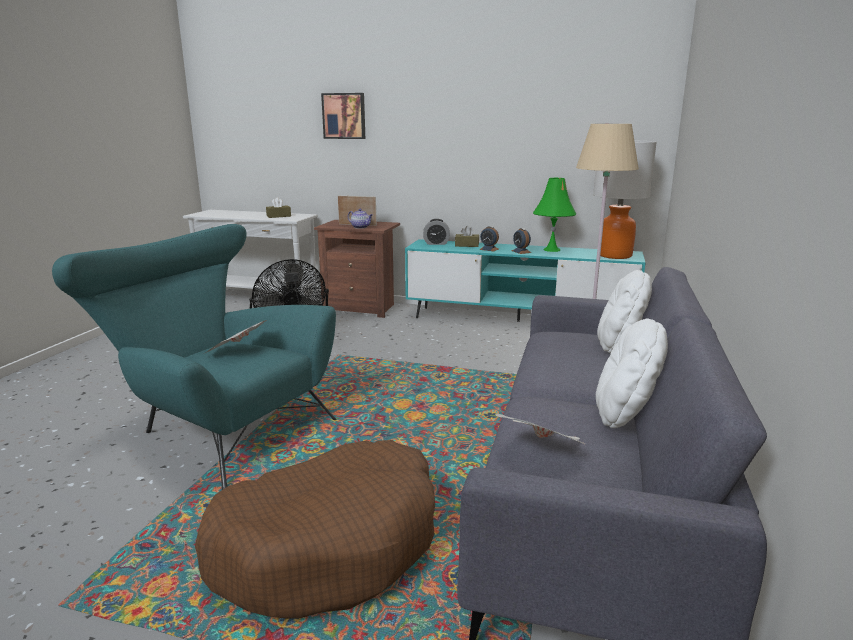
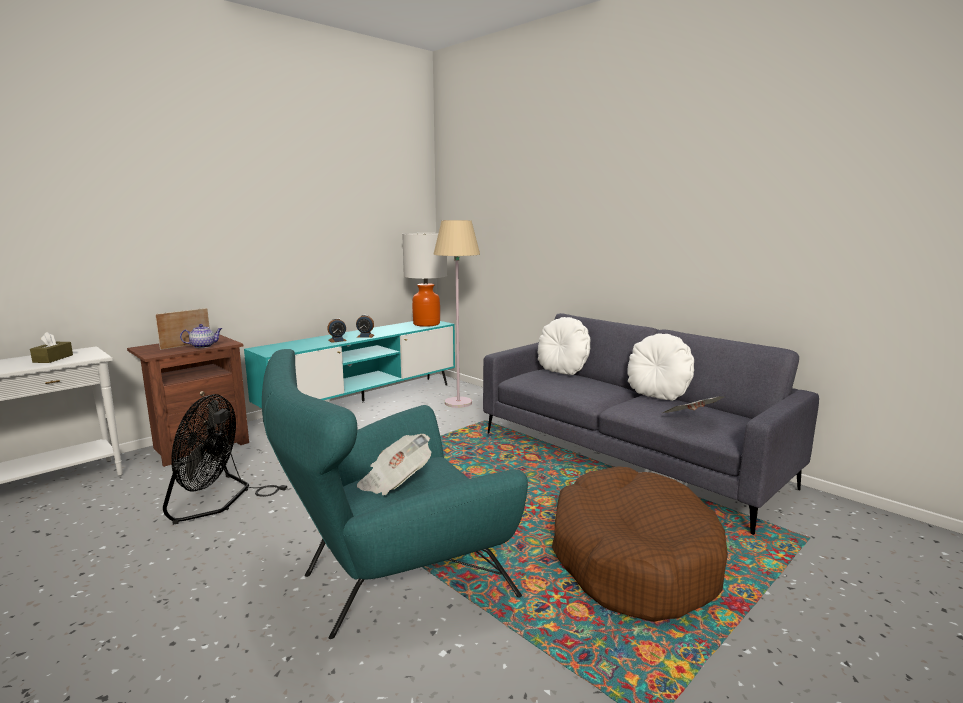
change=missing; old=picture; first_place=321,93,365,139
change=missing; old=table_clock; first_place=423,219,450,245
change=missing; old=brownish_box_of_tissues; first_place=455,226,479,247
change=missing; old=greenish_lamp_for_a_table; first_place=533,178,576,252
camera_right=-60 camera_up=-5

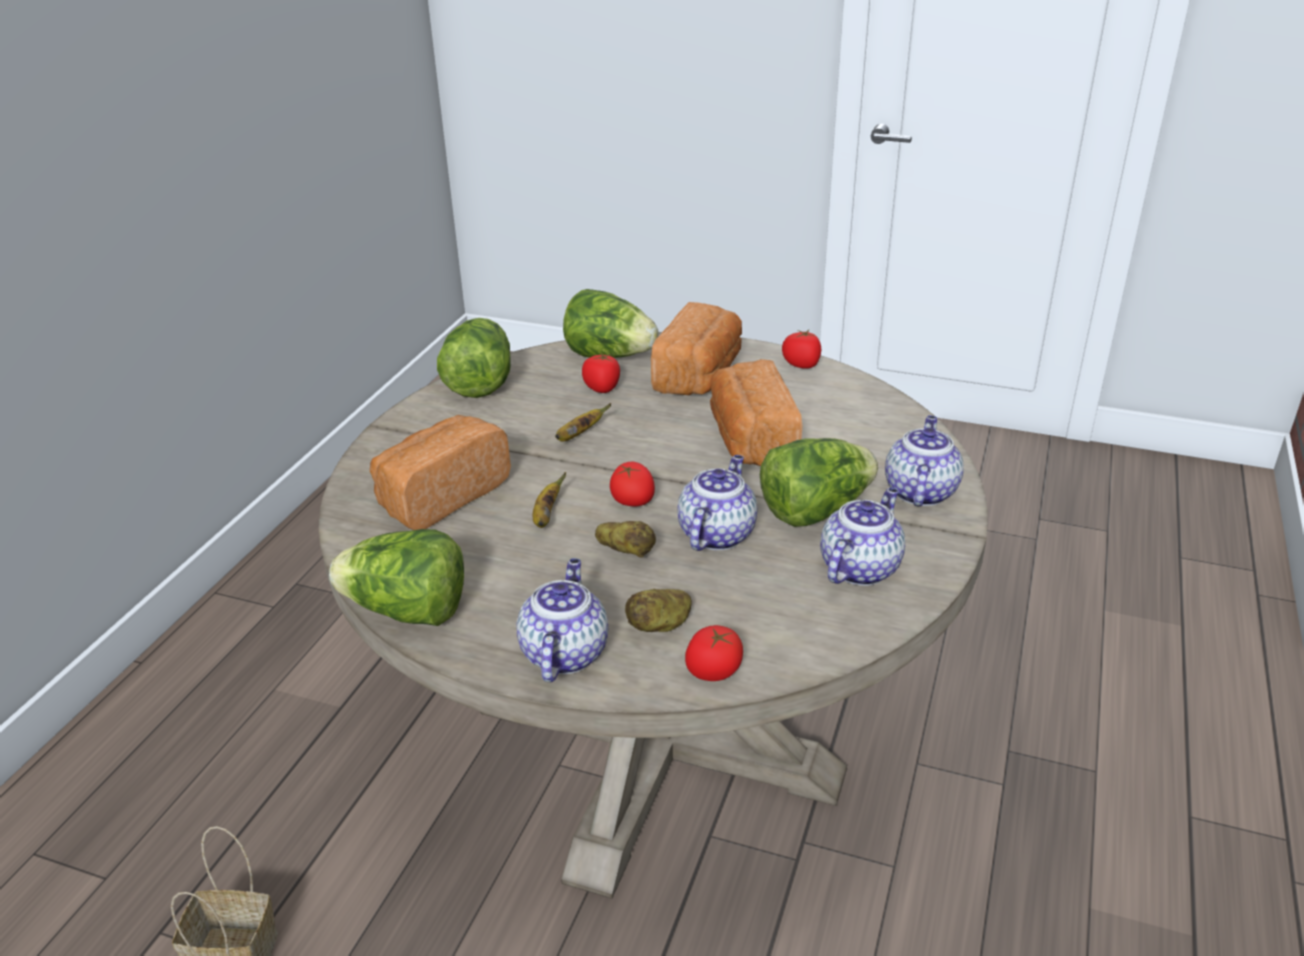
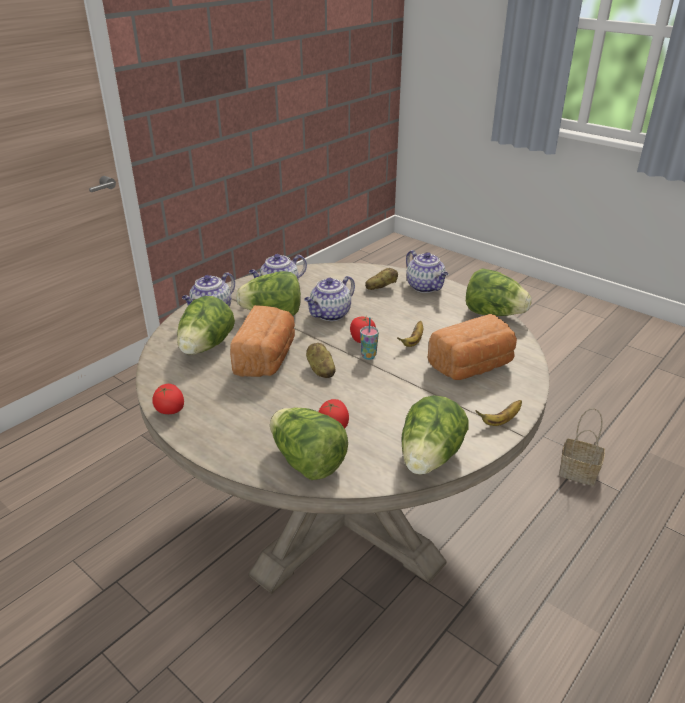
change=missing; old=baked_bread; first_place=651,302,742,395
change=missing; old=whole_tomato; first_place=685,625,743,681
change=appeared; new=lettuce; second_place=177,296,235,355
change=appeared; new=cup; second_place=360,317,379,360
change=relocated; old=whole_banana; first_place=555,403,612,441; second_place=475,400,522,426
change=relocated; old=whole_potato; first_place=595,521,656,558; second_place=306,343,336,378
change=spun; old=teapot; first_place=516,558,608,682; second_place=406,250,448,293; degrees=-60
camera_right=-160 camera_up=0

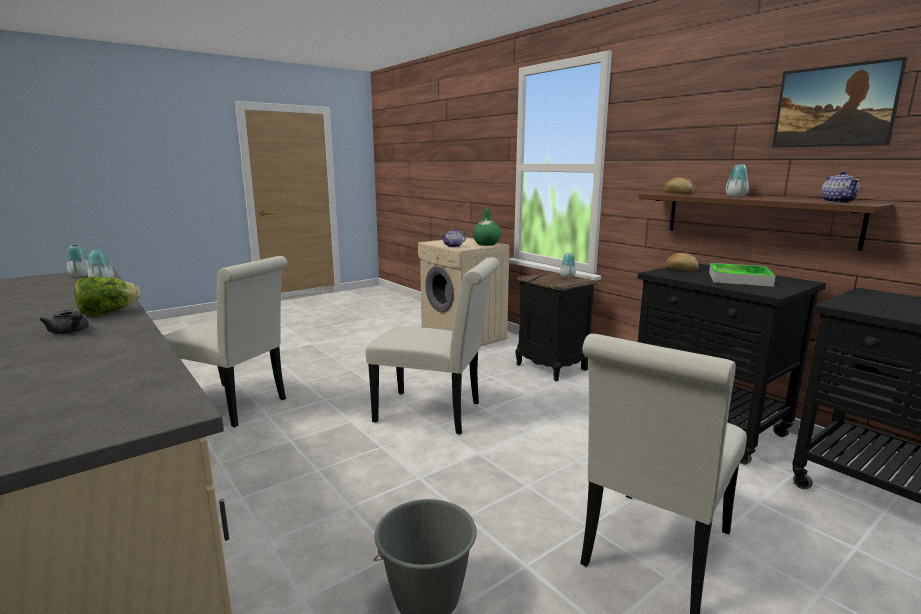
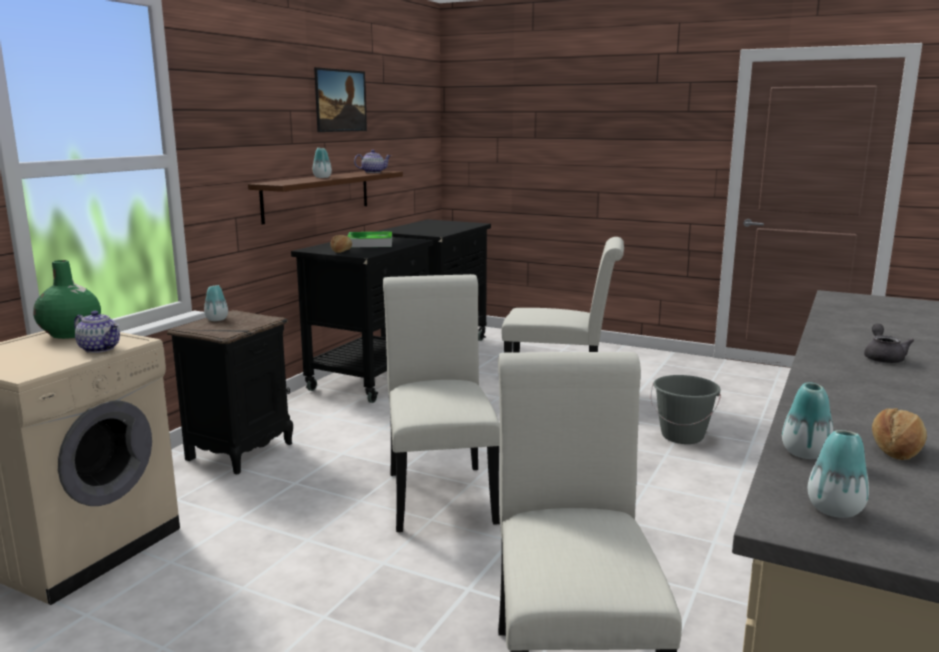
change=missing; old=lettuce; first_place=74,276,140,316
change=relocated; old=baked_bread; first_place=663,178,693,195; second_place=872,408,927,460
camera_right=-115 camera_up=0

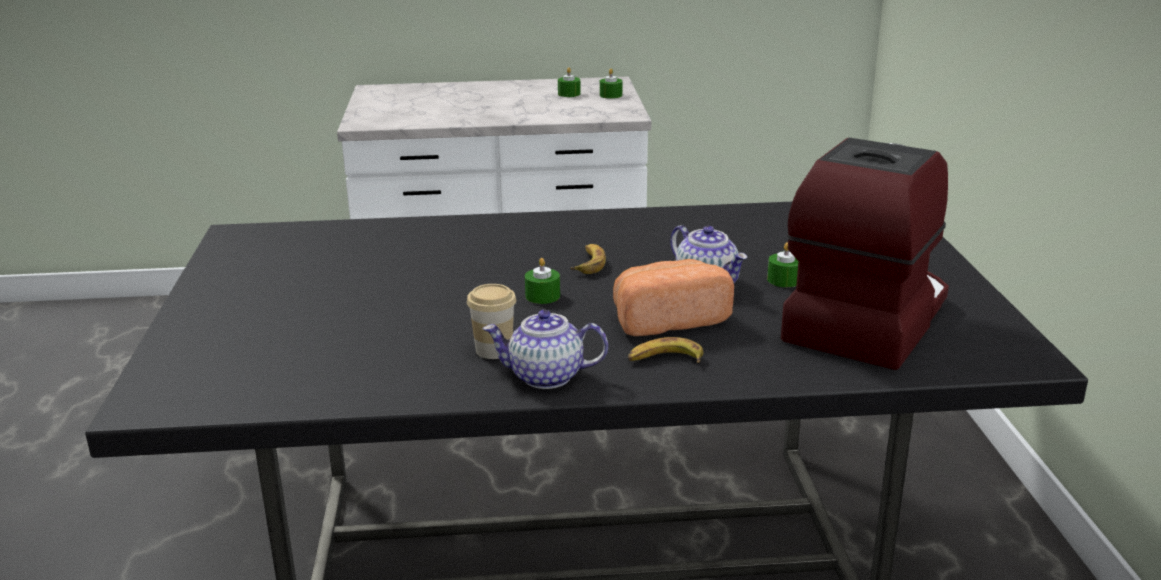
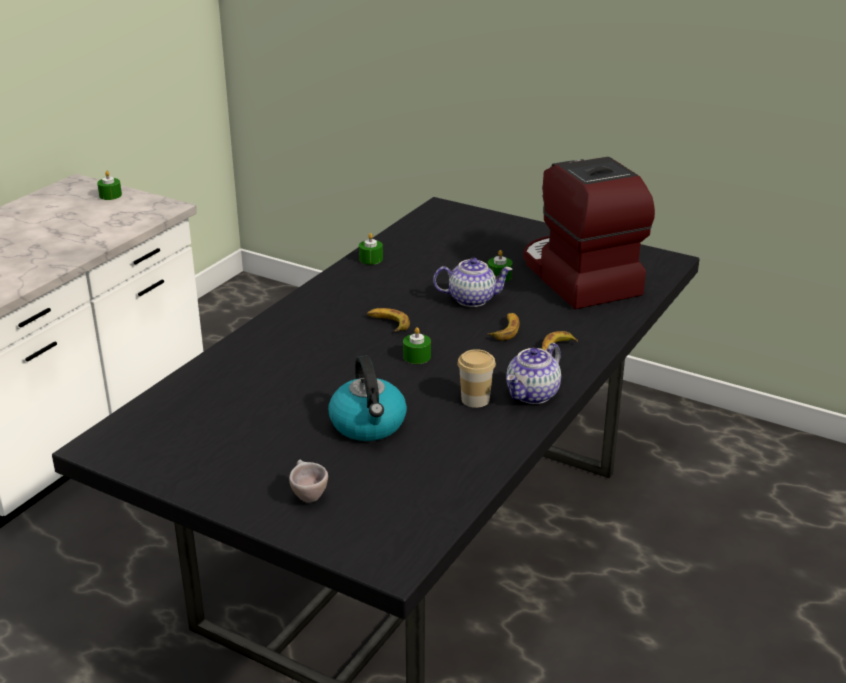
change=appeared; new=beige_cup; second_place=289,460,328,503
change=appeared; new=kettle; second_place=328,355,407,441
change=relocated; old=greenish_wax_candle; first_place=558,67,581,97; second_place=359,233,383,265
change=exchanged; old=baked_bread; new=whole_banana; first_place=613,259,734,336; second_place=488,313,520,341
camera_right=-55 camera_up=5

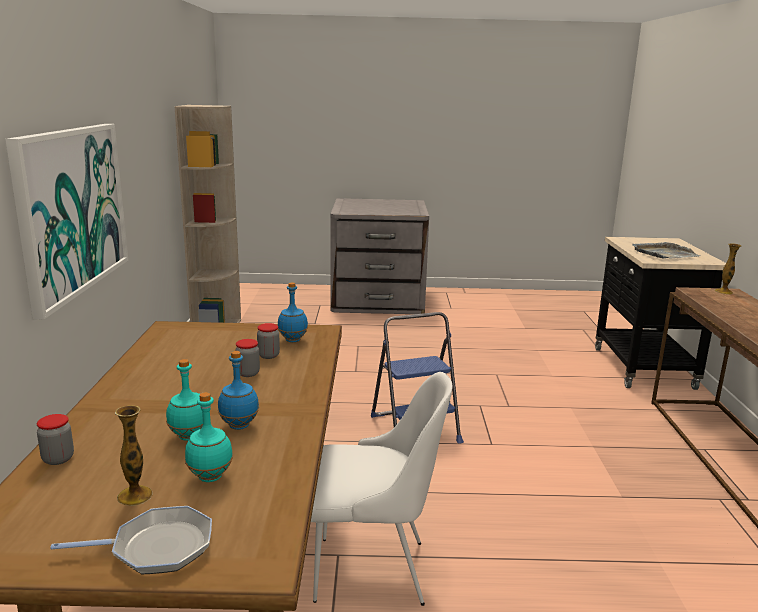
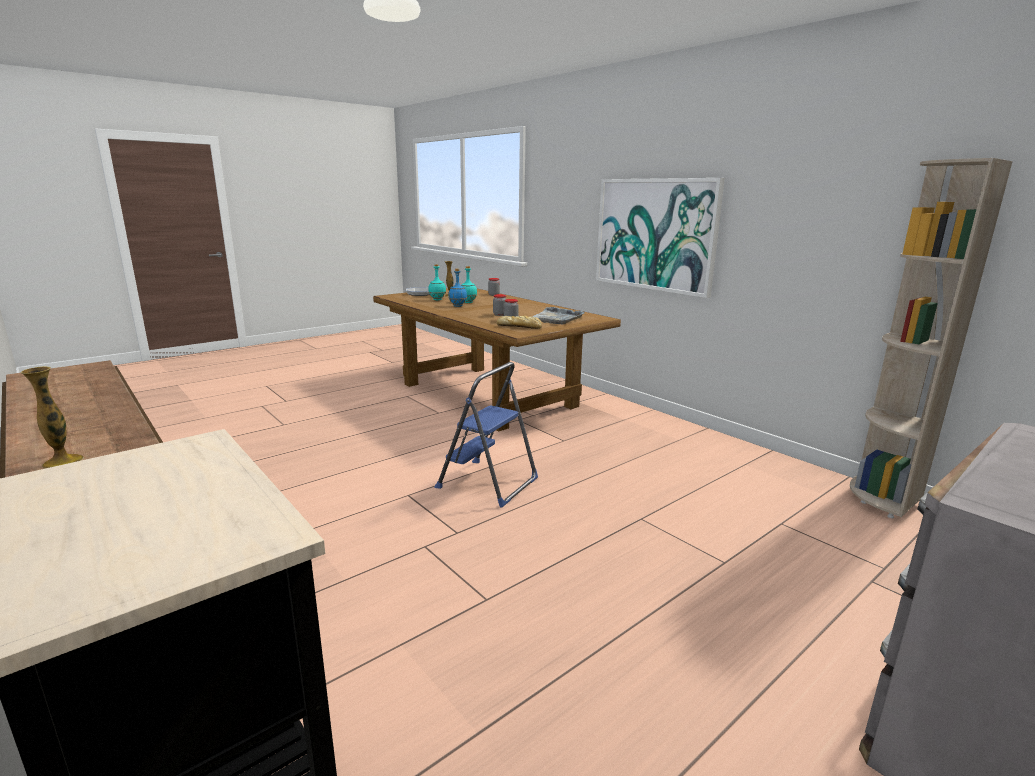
change=missing; old=white-coloured_upright_chair; first_place=311,372,452,606
change=relocated; old=greyish_serving_tray; first_place=632,242,700,259; second_place=532,307,585,324
change=exchanged; old=blue_bottle; new=baked_bread; first_place=278,282,308,342; second_place=497,316,542,329
camera_right=140 camera_up=0

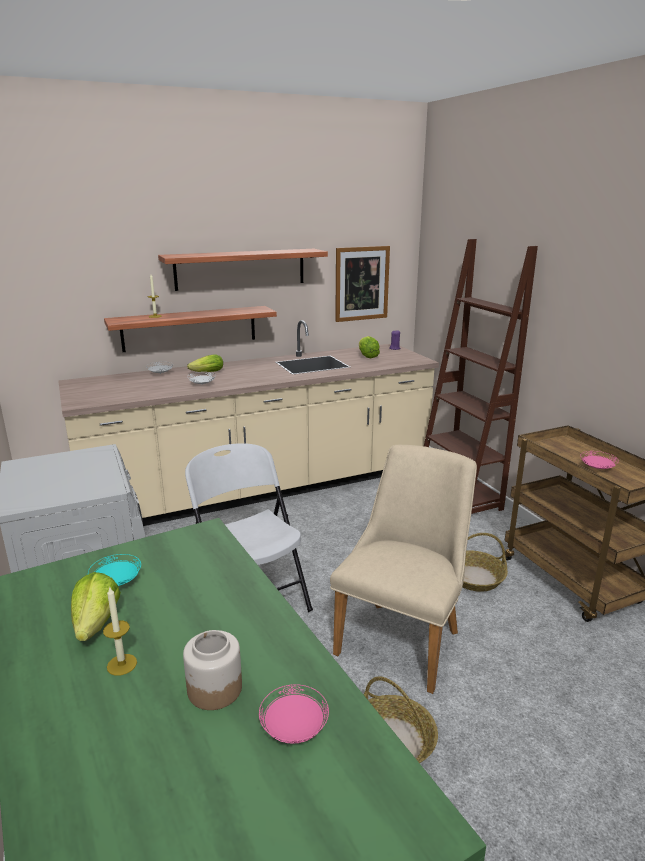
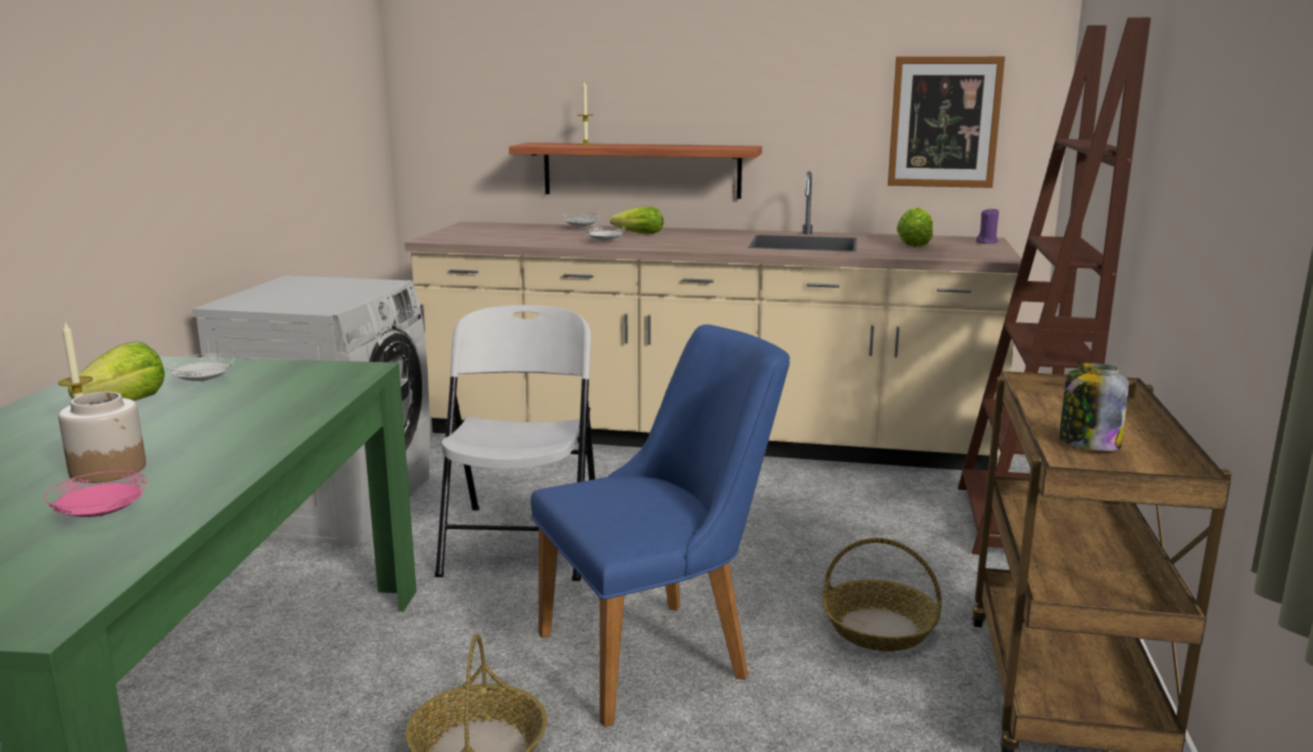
change=missing; old=wall_shelf; first_place=158,249,328,291
change=exchanged; old=pinkish_plate; new=preserve_jar; first_place=580,451,619,469; second_place=1059,363,1129,451
change=colour; old=blue-green_plate; new=white-coloured_plate; first_place=88,554,141,586; second_place=165,353,235,383
change=colour; old=beige_upright_chair; new=blue_upright_chair; first_place=330,445,477,694; second_place=531,324,790,727
camera_right=35 camera_up=-5

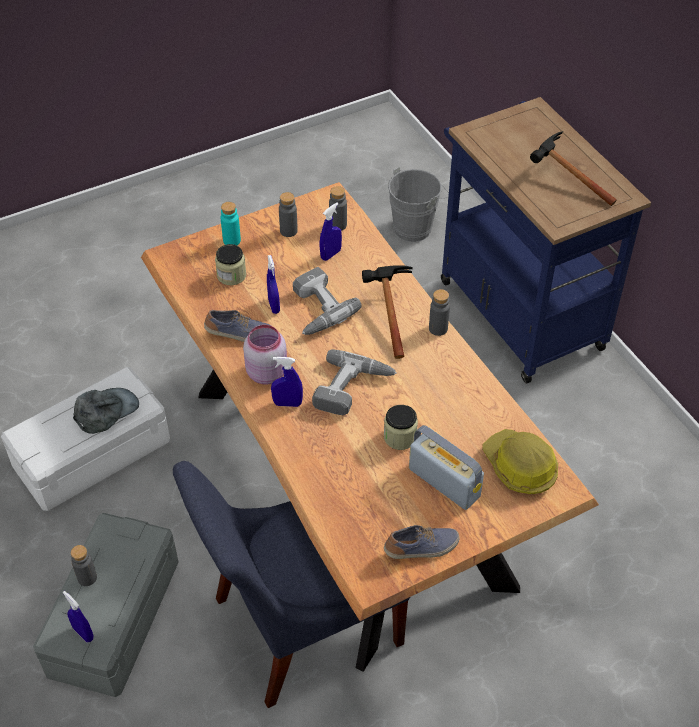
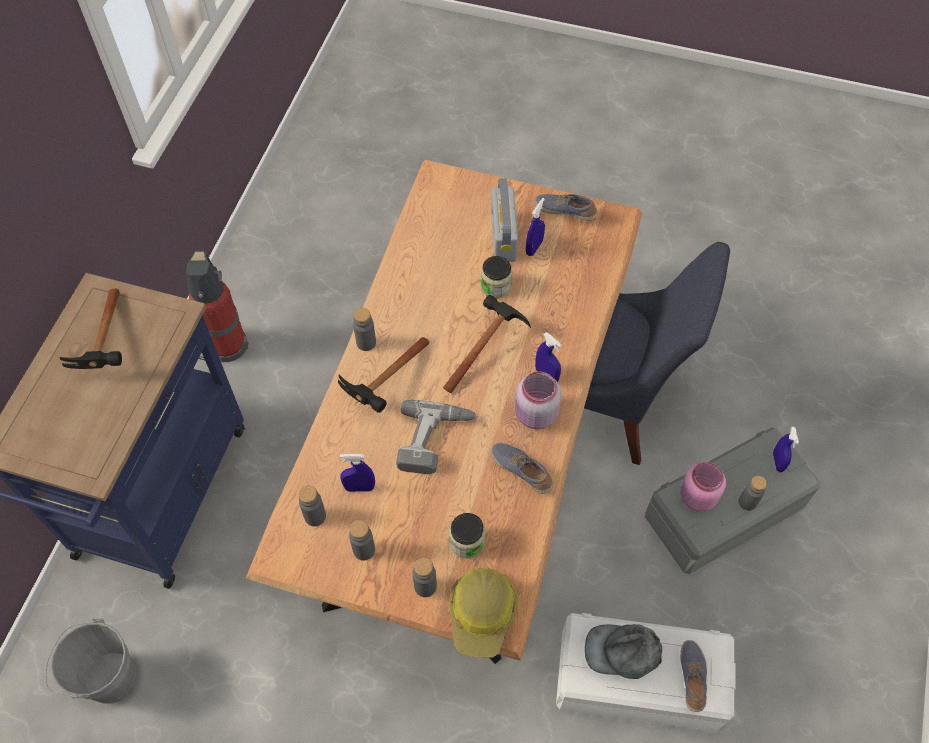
change=appeared; new=fire-fighting_cylinder; second_place=186,251,248,362
change=appeared; new=pinkish_preserve_jar; second_place=680,462,726,512
change=appeared; new=item_of_footwear; second_place=680,640,707,712
change=relocated; old=blue_hand_sprayer; first_place=267,255,280,314; second_place=526,198,545,256
change=relocated; old=hard_hat; first_place=482,429,558,494; second_place=449,568,518,658
change=exchanged; old=electric_drill; new=tool_hammer; first_place=312,350,397,415; second_place=443,295,531,393
change=colour; old=blue-green_bottle; new=greyish_bottle; first_place=221,202,241,245; second_place=413,558,437,597
camera_right=-135 camera_up=10

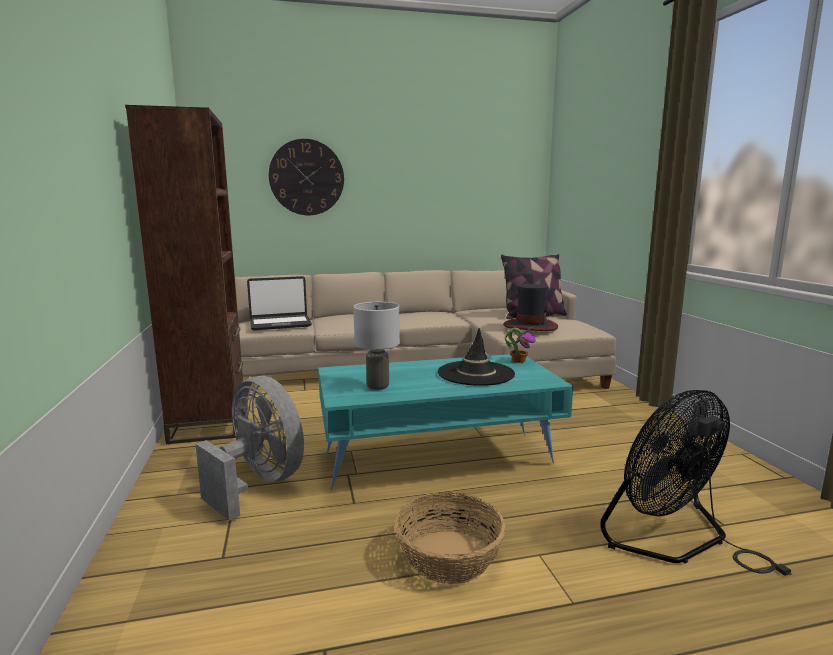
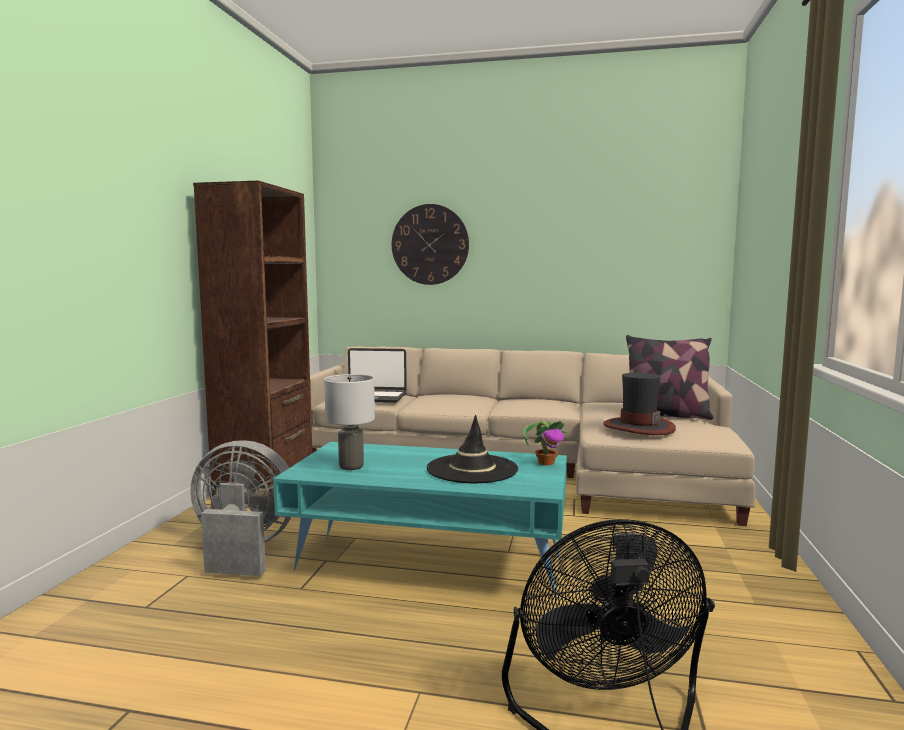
change=missing; old=household_basket; first_place=394,492,505,584
change=spun; old=greyish_electric_fan; first_place=195,376,304,521; second_place=190,440,291,576; degrees=-60
camera_right=25 camera_up=-5

